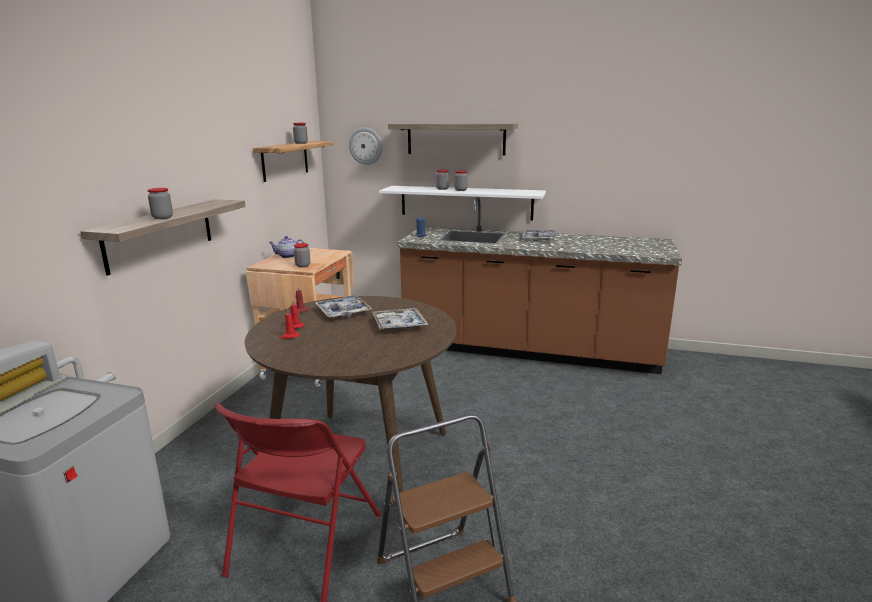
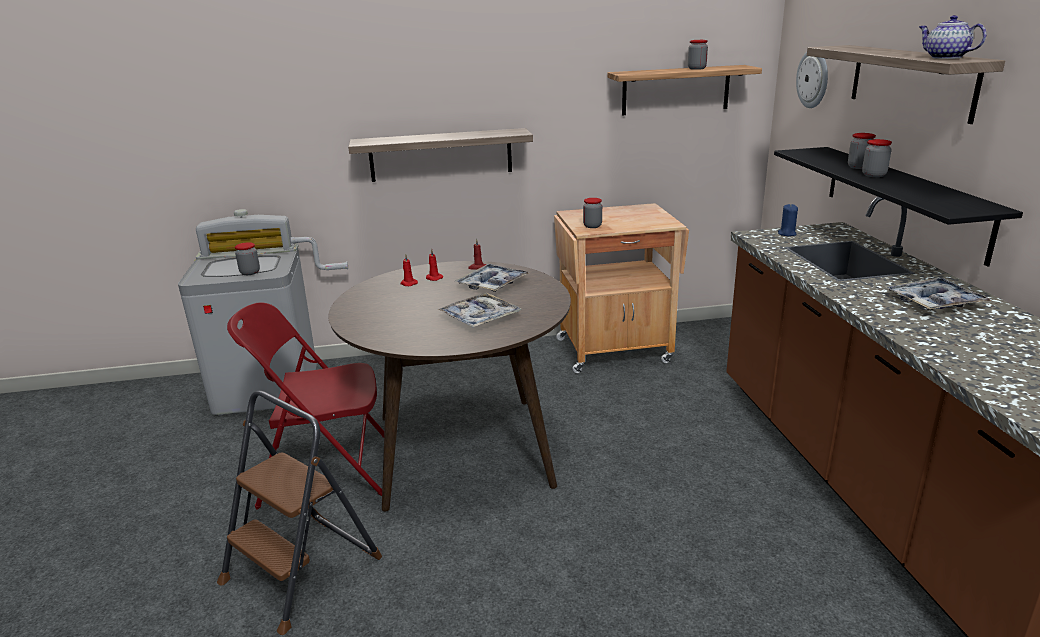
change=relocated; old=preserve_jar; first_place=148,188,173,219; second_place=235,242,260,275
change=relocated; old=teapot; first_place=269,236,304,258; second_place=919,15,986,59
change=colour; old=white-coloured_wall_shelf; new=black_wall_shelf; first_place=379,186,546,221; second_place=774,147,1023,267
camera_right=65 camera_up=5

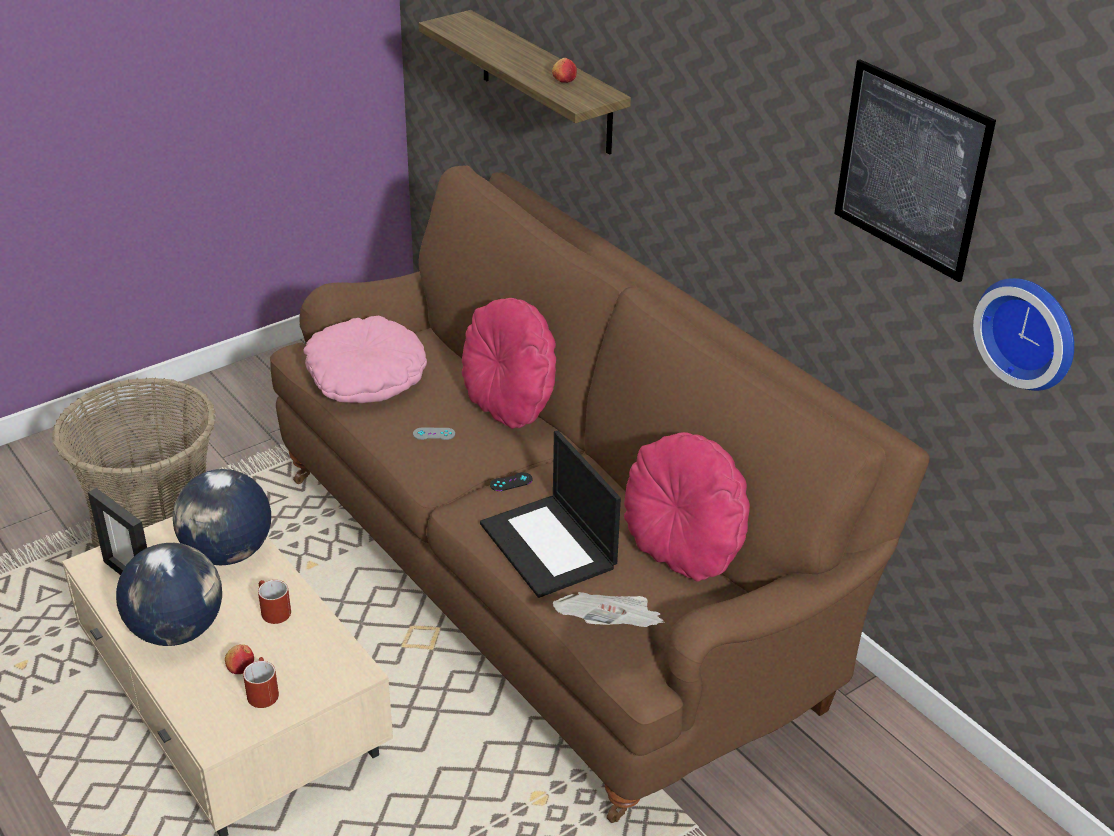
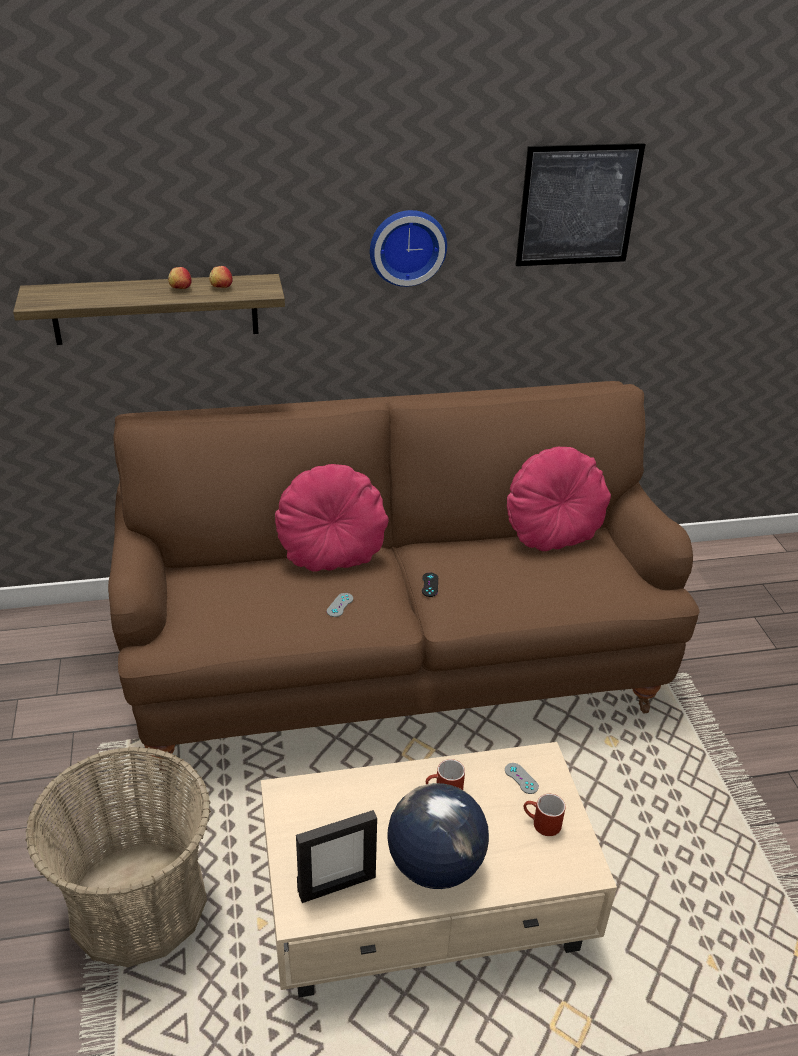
change=missing; old=world_globe; first_place=173,469,271,565
change=missing; old=pinkish_throw_pillow; first_place=303,316,427,403
change=missing; old=portable_computer; first_place=480,430,621,598
change=missing; old=newspaper; first_place=553,592,664,627
change=appeared; new=greyish_gamepad; second_place=505,763,539,794
change=relocated; old=apple; first_place=225,644,254,674; second_place=168,267,192,289
change=relocated; old=clock_on_the_wall; first_place=973,278,1074,391; second_place=370,210,447,287
camera_right=-65 camera_up=0

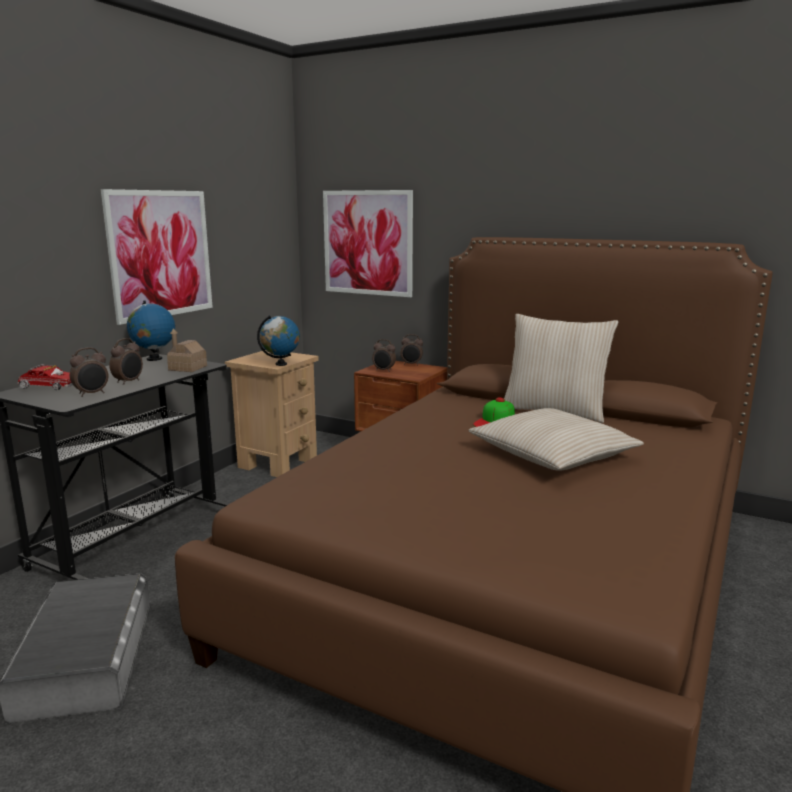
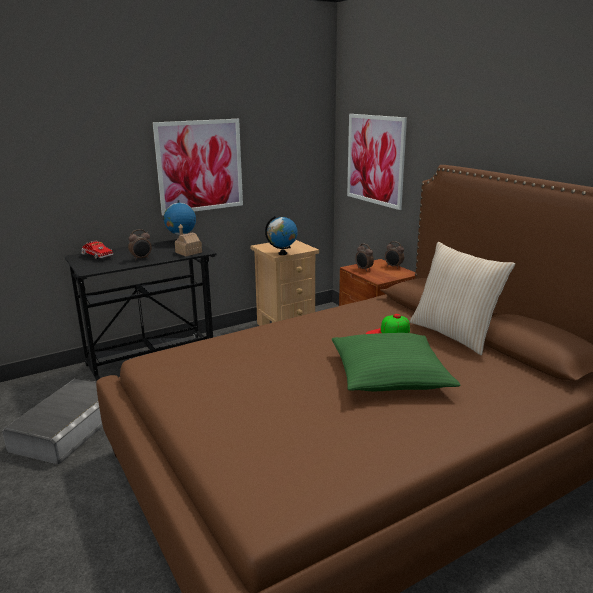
change=missing; old=table_clock; first_place=70,347,108,397
change=colour; old=beige_throw_pillow; new=greenish_throw_pillow; first_place=468,408,644,471; second_place=332,333,460,391
camera_right=30 camera_up=5

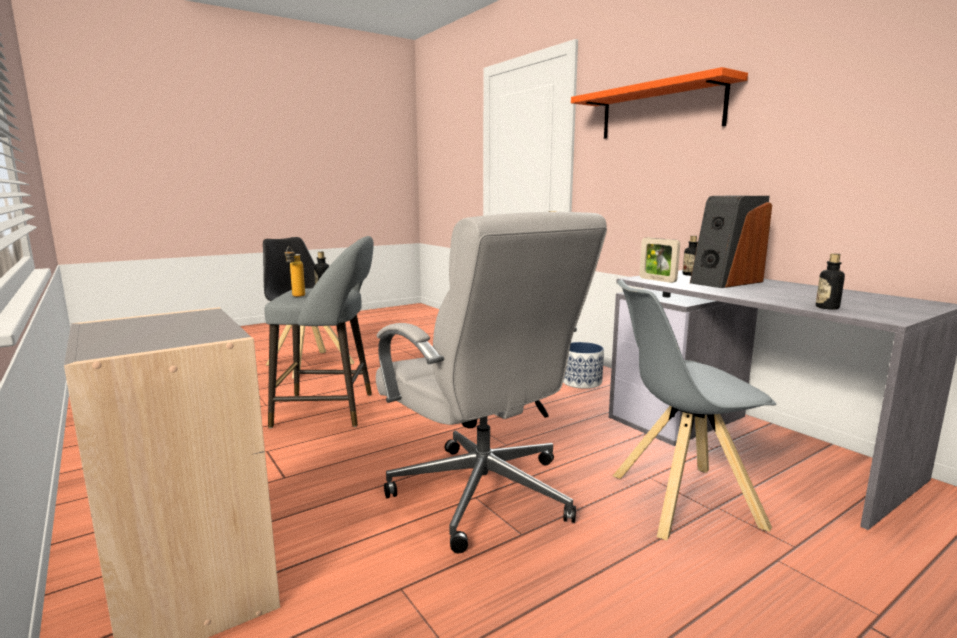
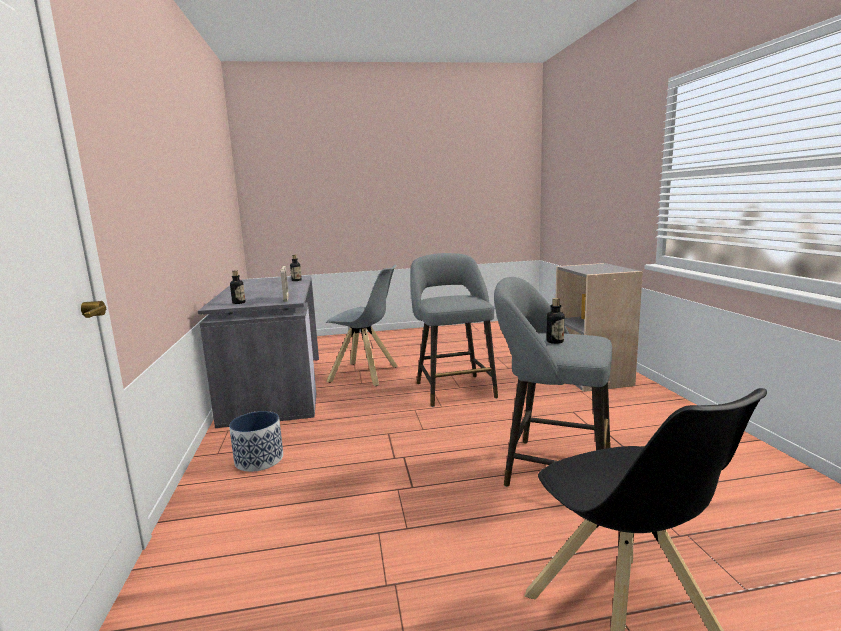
change=missing; old=bottle; first_place=285,246,305,297
change=missing; old=orangey_wall_shelf; first_place=571,67,748,138
change=missing; old=loudspeaker; first_place=690,196,772,288
change=exchanged; old=greyish_computer_chair; new=greyish_stool; first_place=376,212,607,553; second_place=410,253,498,407
camera_right=-155 camera_up=0

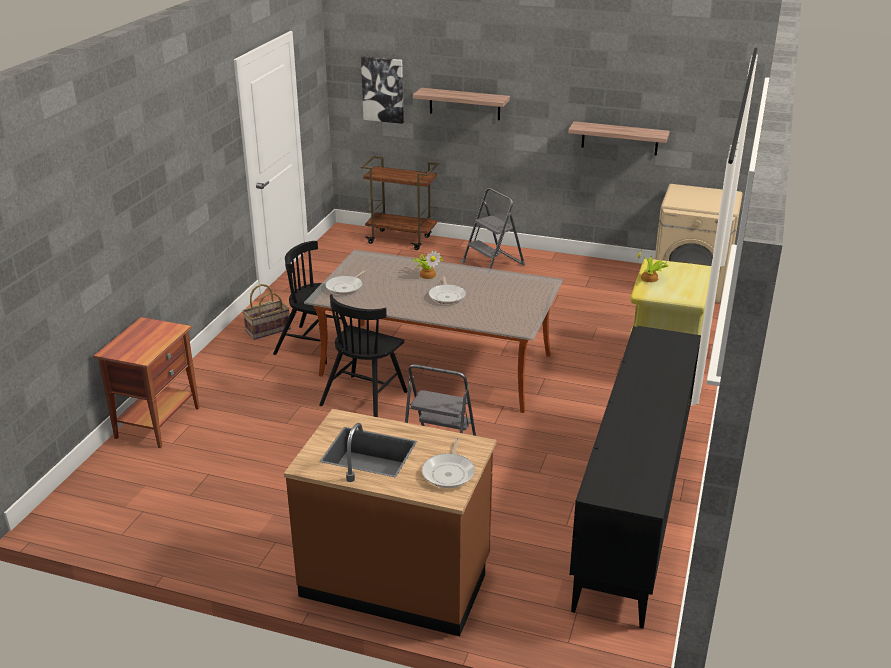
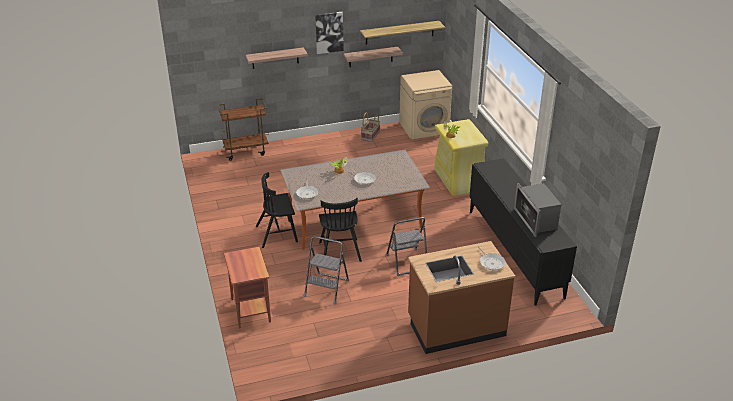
change=appeared; new=wall_shelf; second_place=360,21,445,44
change=appeared; new=kitchen_microwave; second_place=514,183,561,237
change=relocated; old=household_basket; first_place=242,284,291,340; second_place=361,112,380,142
change=relocated; old=picture; first_place=361,56,404,124; second_place=315,12,344,54
change=relocated; old=greyish_stepladder; first_place=461,188,525,269; second_place=303,236,349,304
camera_right=-35 camera_up=5

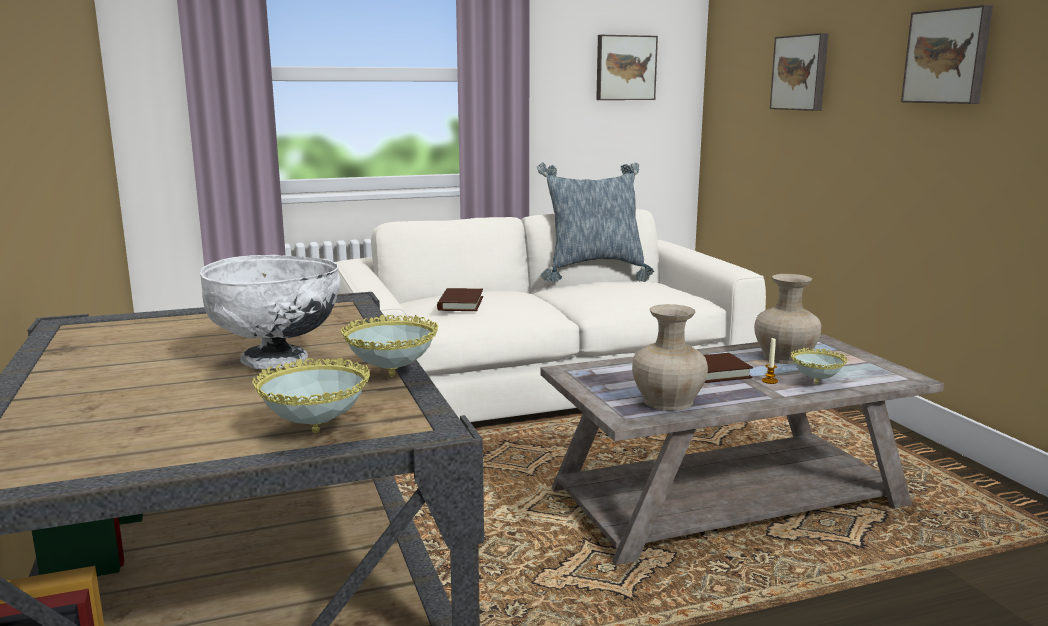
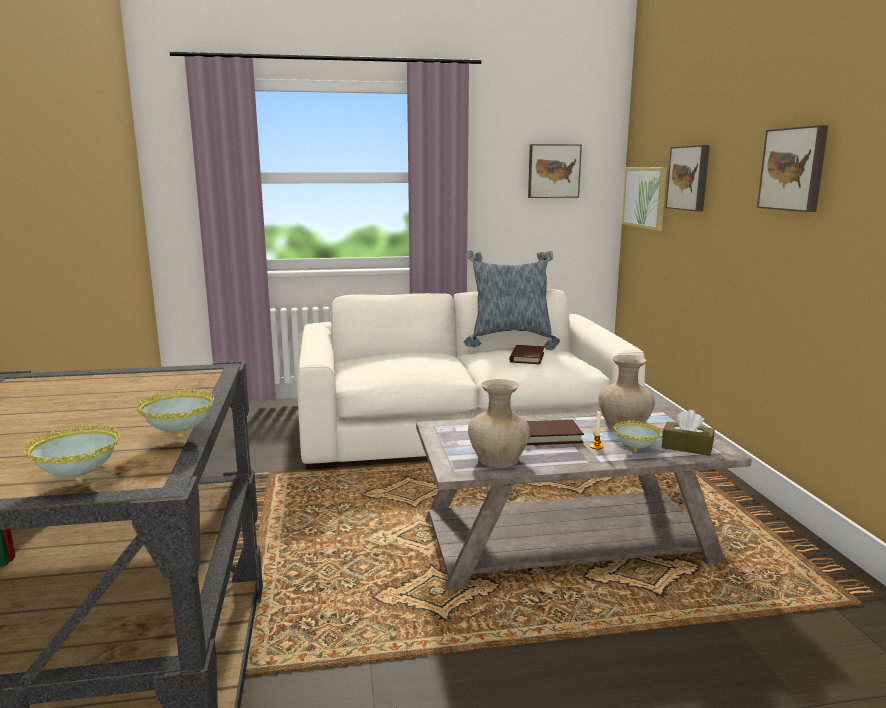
change=missing; old=white-coloured_deep_dish; first_place=200,255,340,369
change=appeared; new=picture; second_place=622,167,667,231
change=appeared; new=brownish_box_of_tissues; second_place=662,410,714,456
change=relocated; old=brownish_volume; first_place=437,288,483,311; second_place=509,345,545,364
camera_right=10 camera_up=0

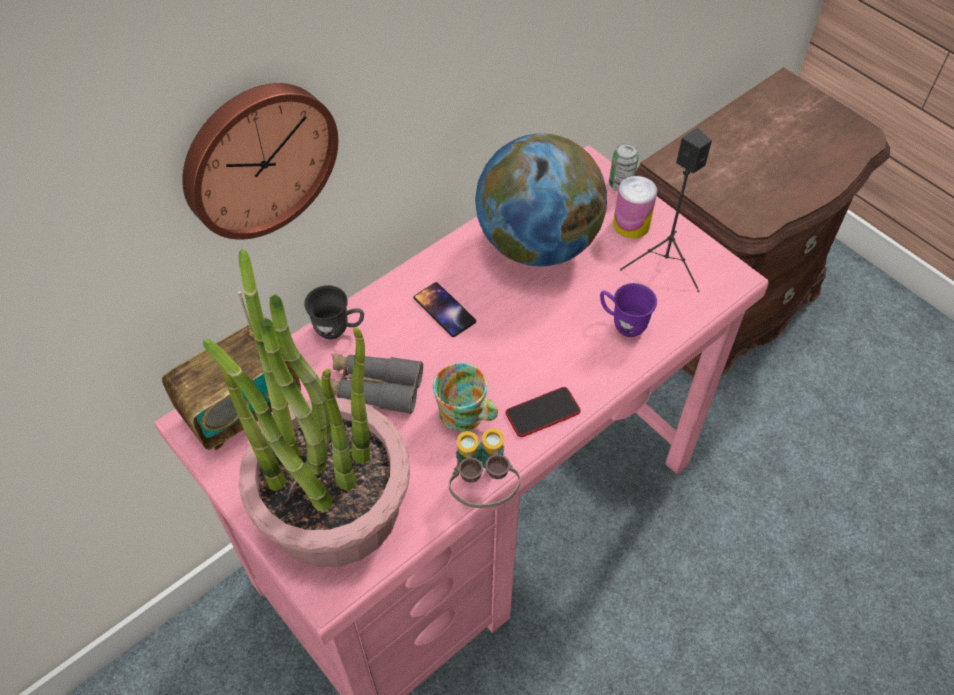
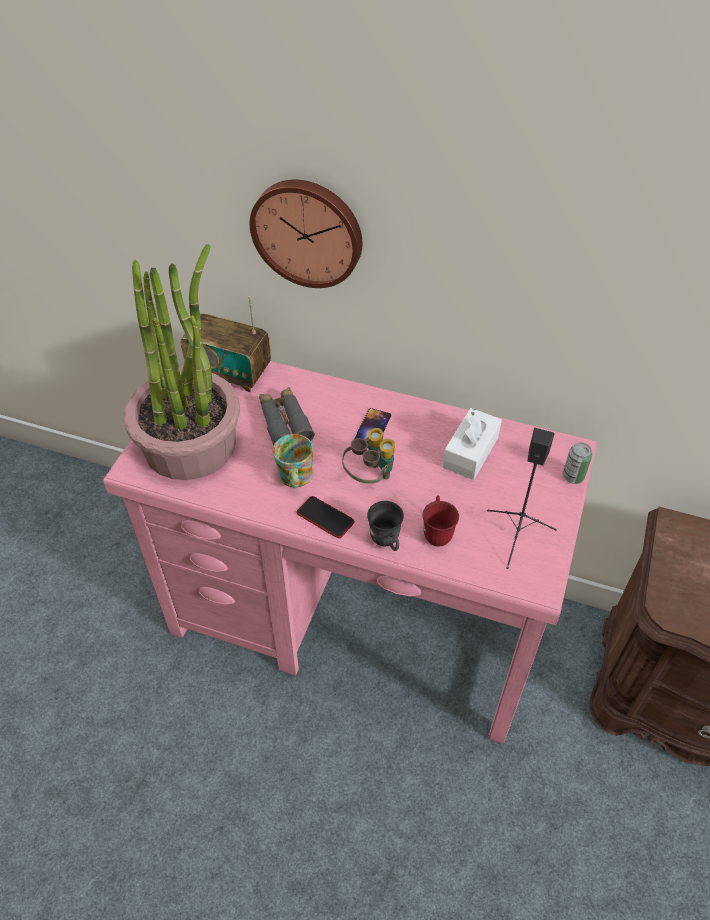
change=missing; old=can; first_place=613,176,657,238
change=relocated; old=greyish_tea_mug; first_place=304,285,364,339; second_place=367,501,404,551
change=relocated; old=binoculars; first_place=449,428,520,508; second_place=342,428,395,484
change=exchanged; old=world_globe; new=white-coloured_box_of_tissues; first_place=475,133,607,266; second_place=443,408,502,480
change=colour; old=purplish_tea_mug; new=reddish_tea_mug; first_place=600,283,657,337; second_place=423,495,459,547
camera_right=60 camera_up=-5

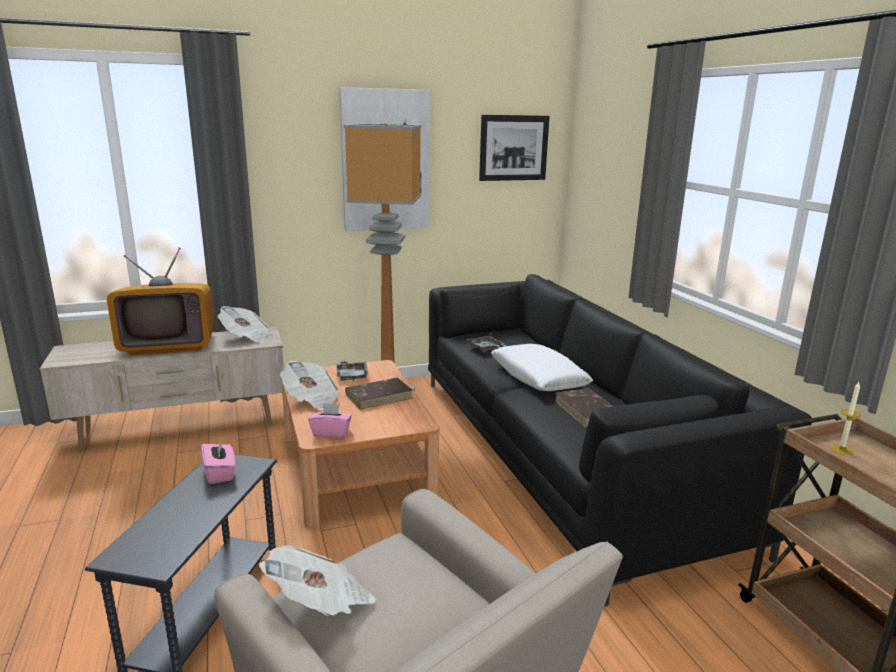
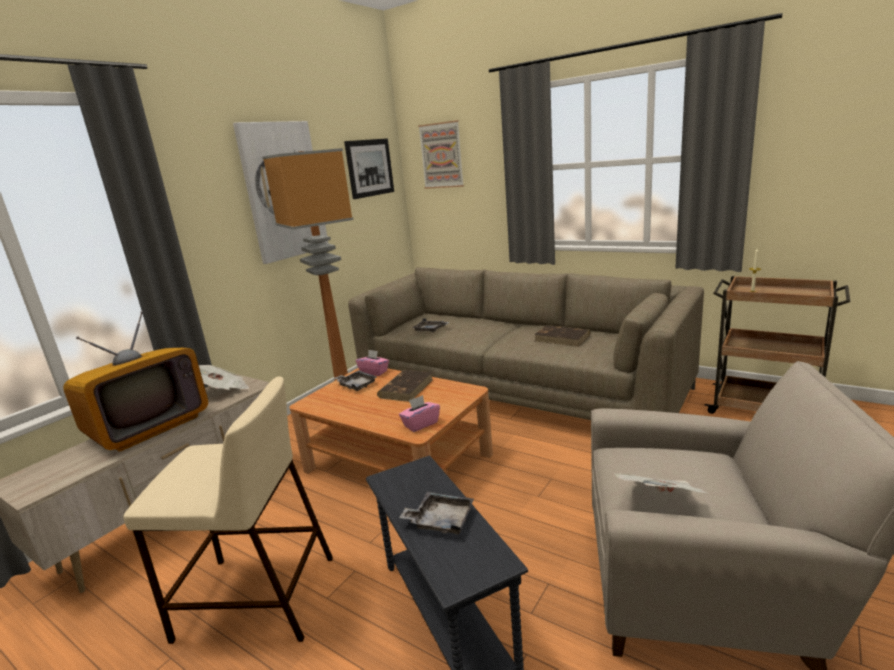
change=missing; old=newspaper; first_place=280,360,341,410
change=missing; old=white-coloured_throw_pillow; first_place=491,344,593,391
change=appeared; new=beige_stool; second_place=124,376,333,644
change=appeared; new=greyish_serving_tray; second_place=399,492,474,534
change=appeared; new=picture; second_place=418,120,464,189
change=relocated; old=pinkish_box_of_tissues; first_place=201,437,235,484; second_place=356,350,389,376
change=colour; old=black_settee; new=beige_settee; first_place=428,274,812,606; second_place=348,267,704,420
camera_right=-35 camera_up=0

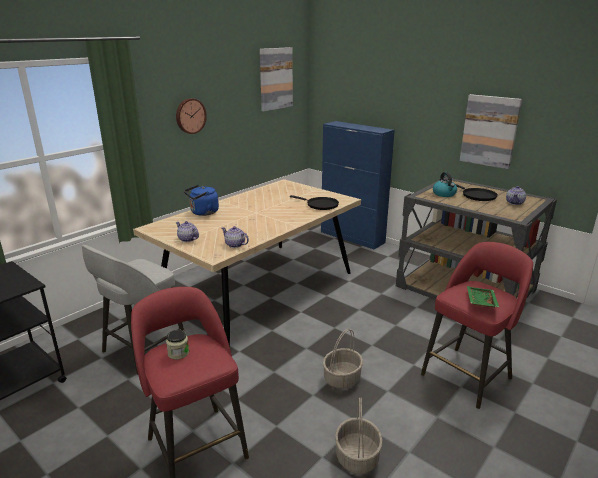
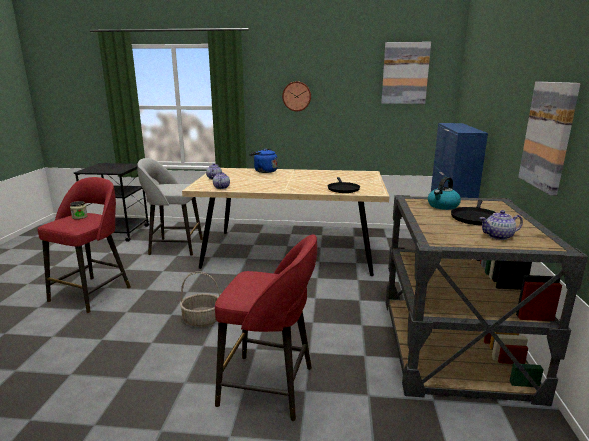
change=missing; old=household_basket; first_place=335,398,383,474
change=missing; old=greenish_serving_tray; first_place=467,286,499,308
camera_right=55 camera_up=-5

